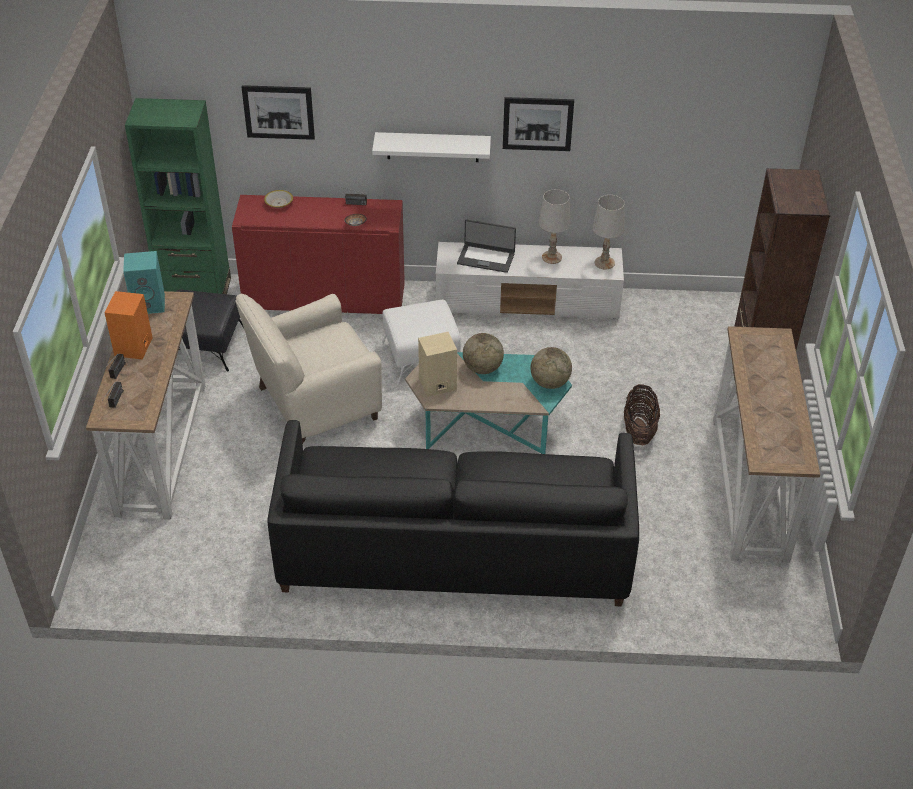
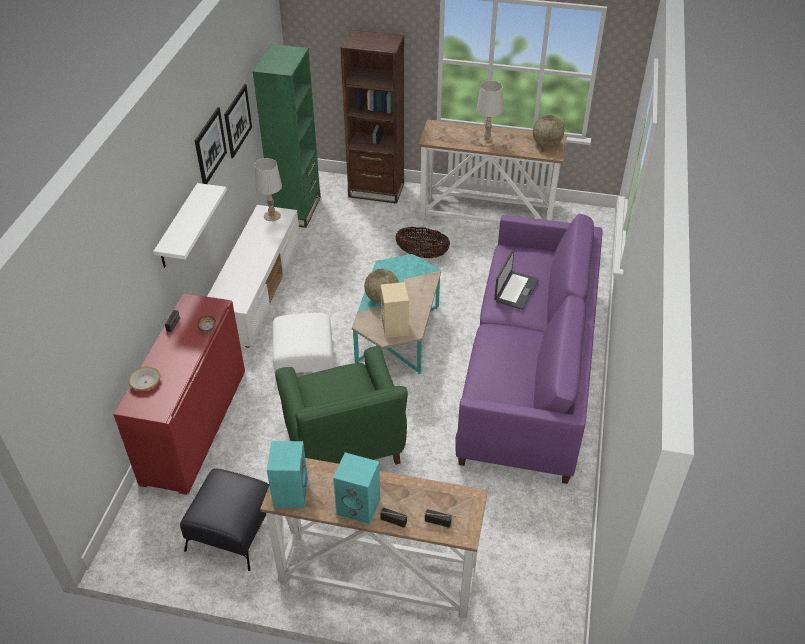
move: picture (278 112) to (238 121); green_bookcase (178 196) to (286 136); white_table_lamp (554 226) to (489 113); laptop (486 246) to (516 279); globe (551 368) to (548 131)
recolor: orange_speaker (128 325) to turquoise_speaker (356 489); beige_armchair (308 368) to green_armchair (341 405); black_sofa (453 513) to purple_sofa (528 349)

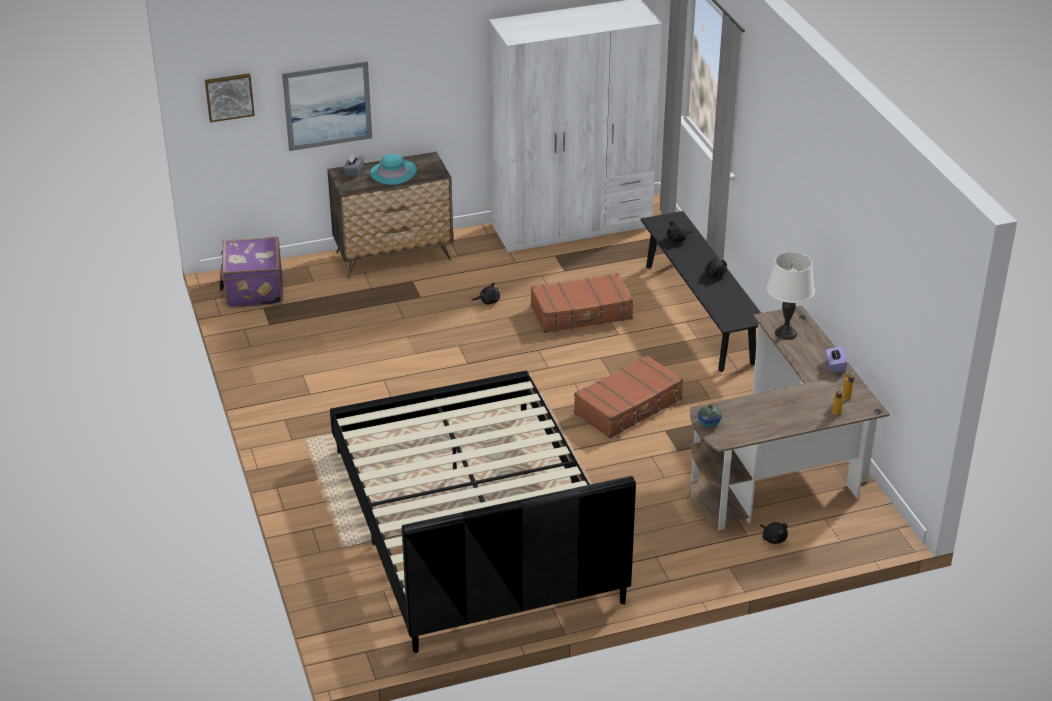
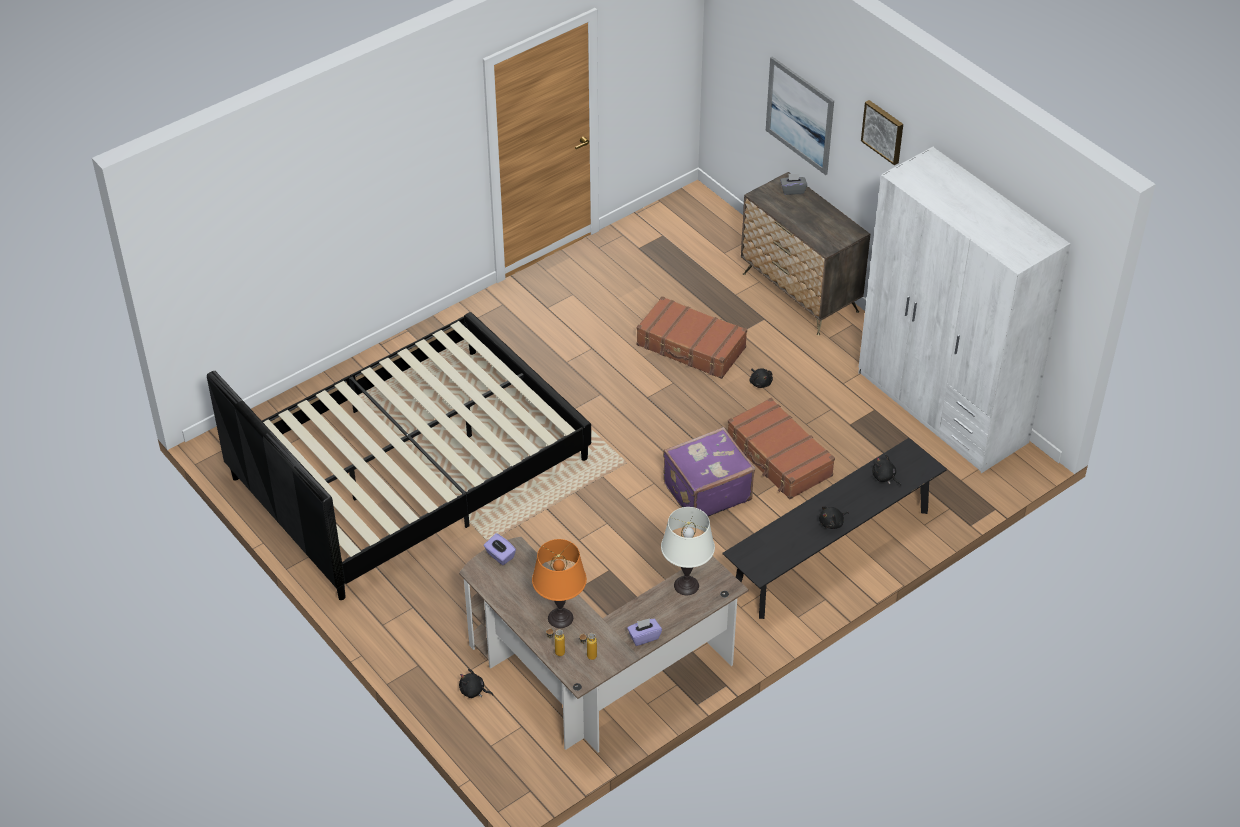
delete: turquoise_hat (393 169)
insert: orange_table_lamp (559 583)
move: picture (230 97) to (882 132); purple_suitcase (251 272) to (709 471); brown_suitcase (628 396) to (691 337)
replace: vase (710 416) to purple_tissue_box (500 549)
rotate: black_plush_toy (774 533) = (476 683) 75 degrees clockwise

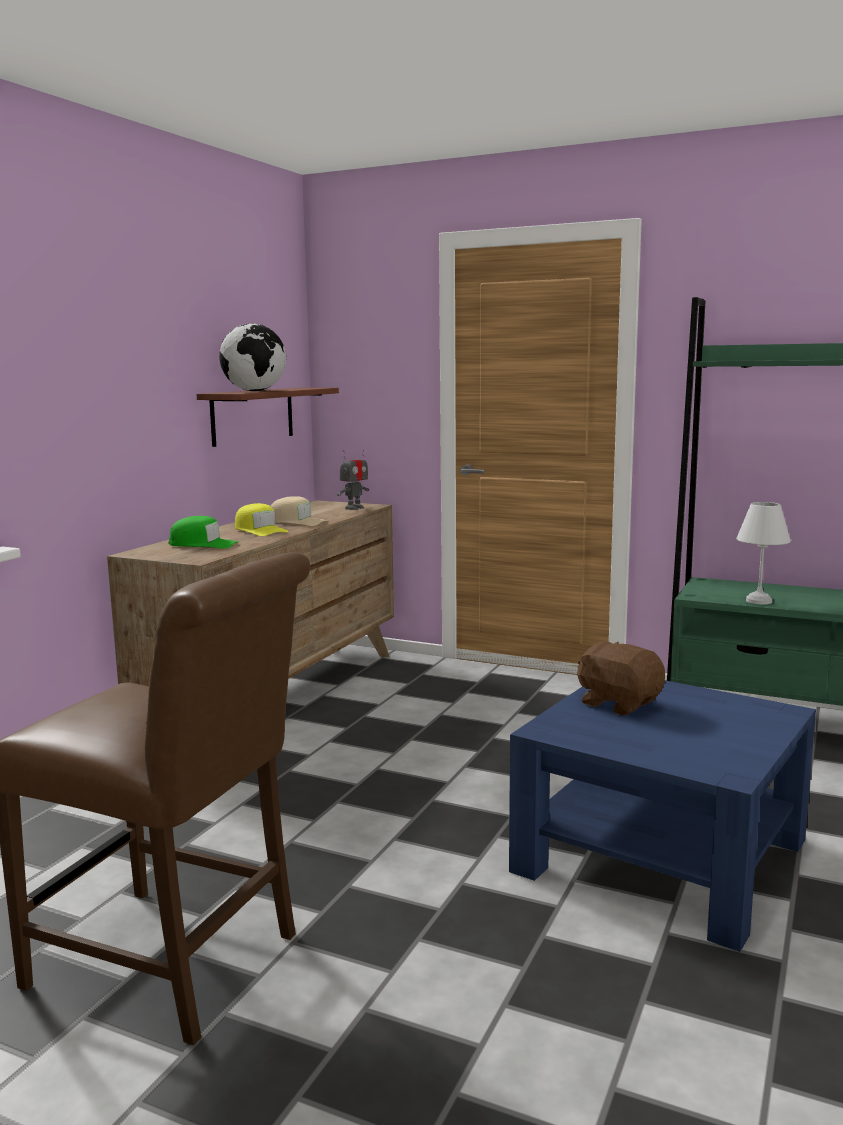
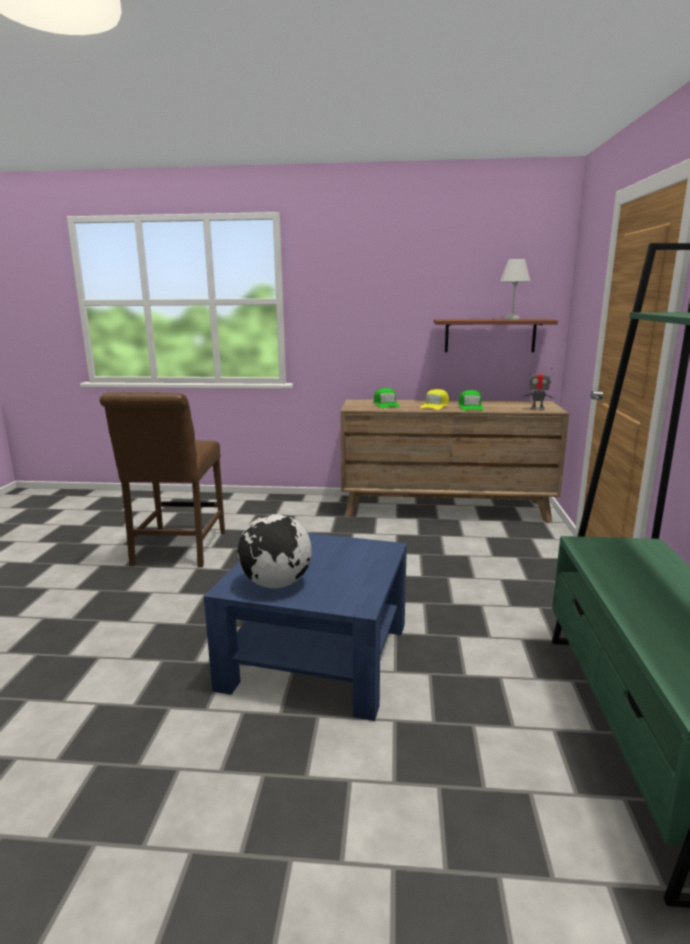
delete: brown_plush_toy (621 679)
move: globe (252 357) to (275 551); white_table_lamp (763 553) to (515 289)
recolor: beige_cap (299 511) to green_cap (471 400)

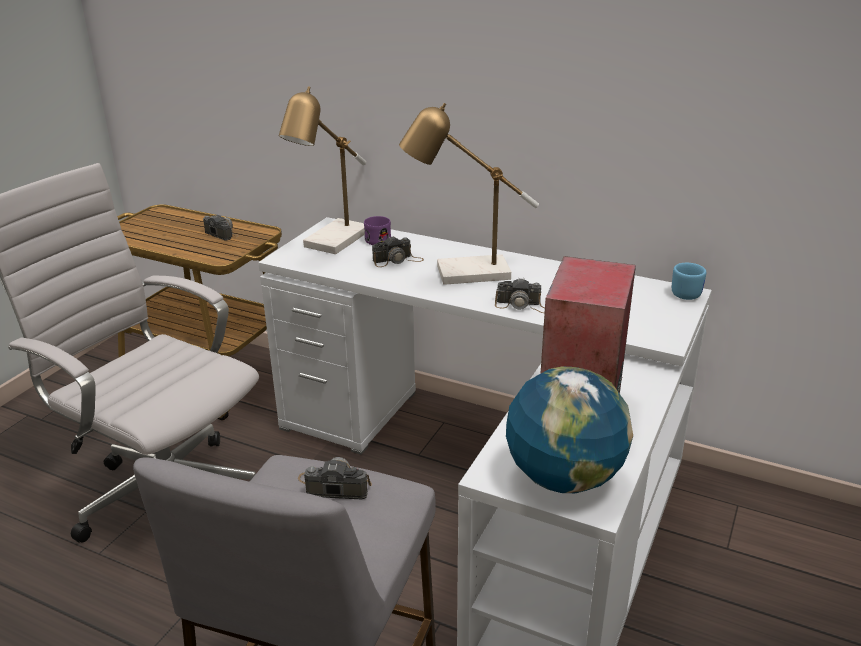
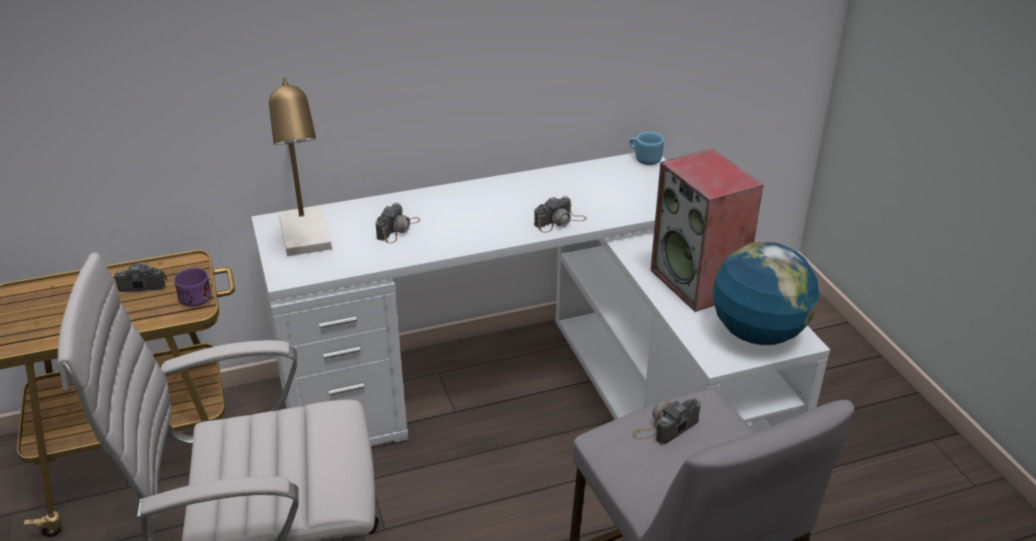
delete: table_lamp (469 194)
move: purple_mug (377 230) to (193 287)

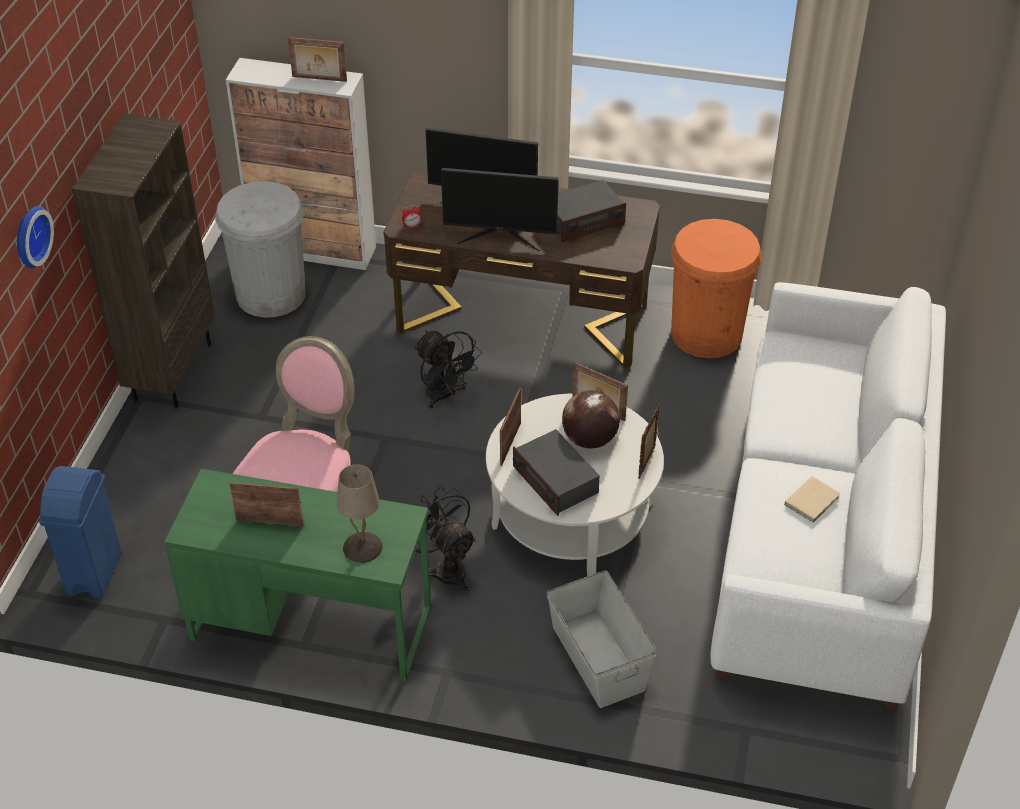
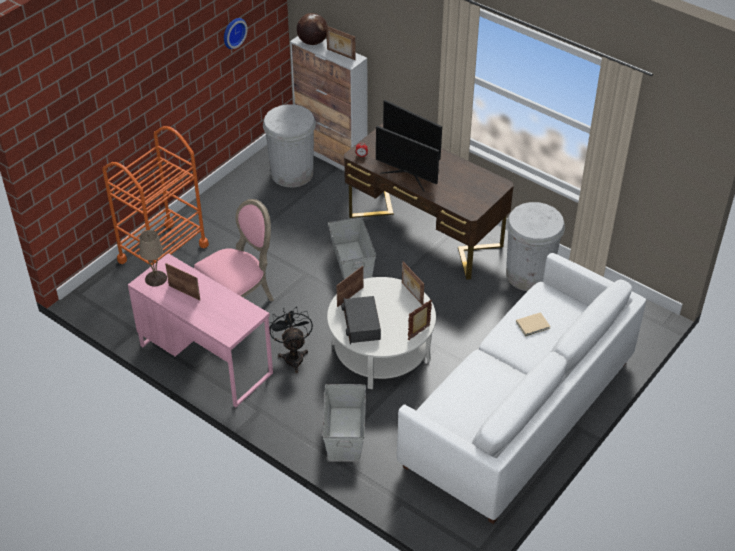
delete: brown_bookcase (143 260); radio (591 211); blue_trash_can (80 532)
insert: orange_cart (155 195)
move: wall_clock (35 237) to (236 33); globe (591 419) to (312 29); beige_table_lamp (360 513) to (153 258); beige_book (812 499) to (533 324)
replace: black_fan (448 369) to grey_storage_box (352 248)
recolor: orange_trash_can (716 288) to white_trash_can (535 246); green_desk (297 575) to pink_desk (200 330)

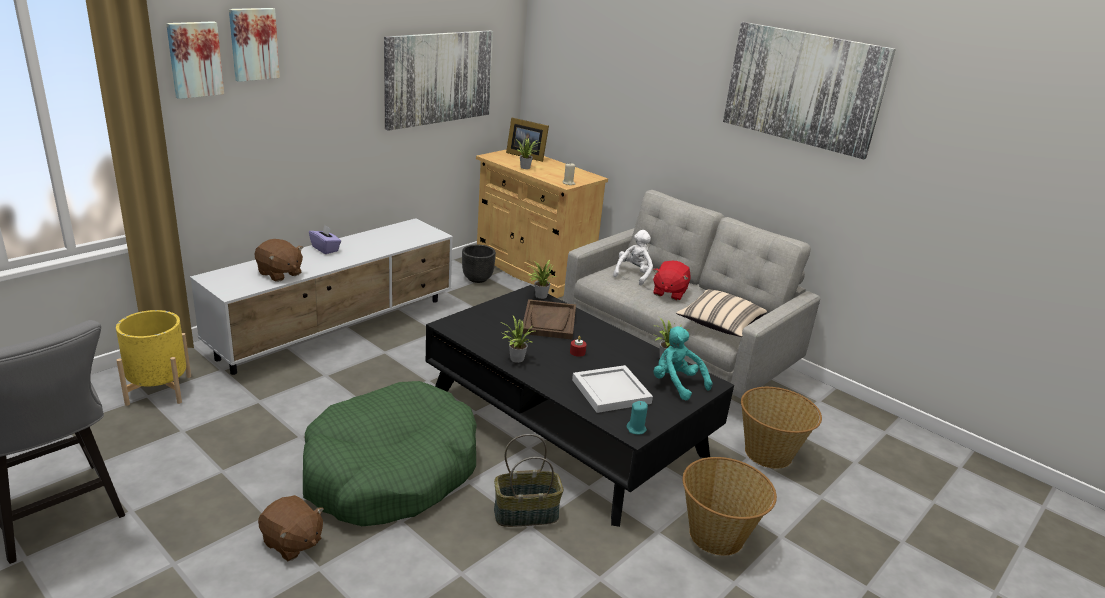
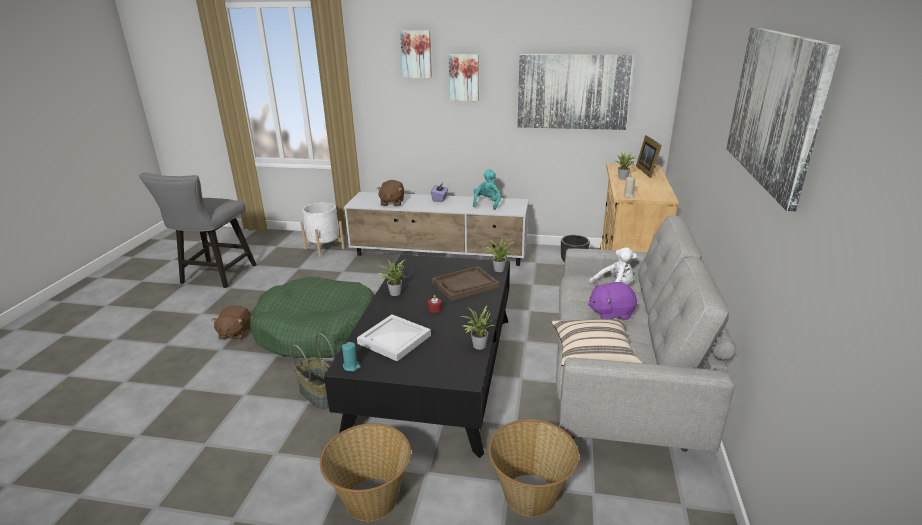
move: picture (195 60) to (464 77); turquoise_plush_toy (682 363) to (487 189)
recolor: red_plush_toy (672 280) to purple_plush_toy (612 301); yellow_planter (153 358) to white_planter (322 229)

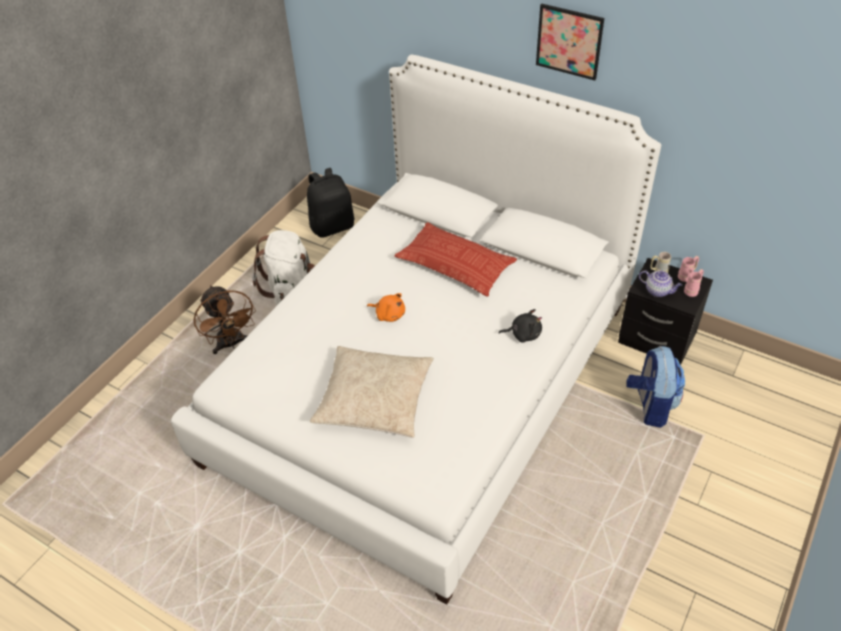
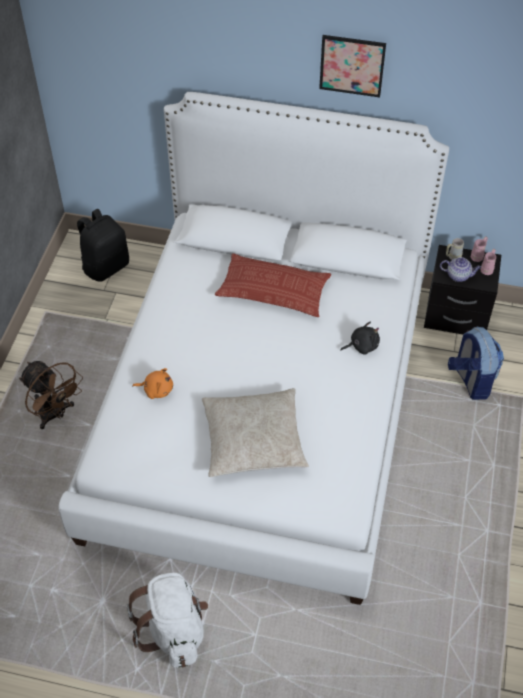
move: white_backpack (283 267) to (167 620); orange_plush_toy (386 307) to (152 383)

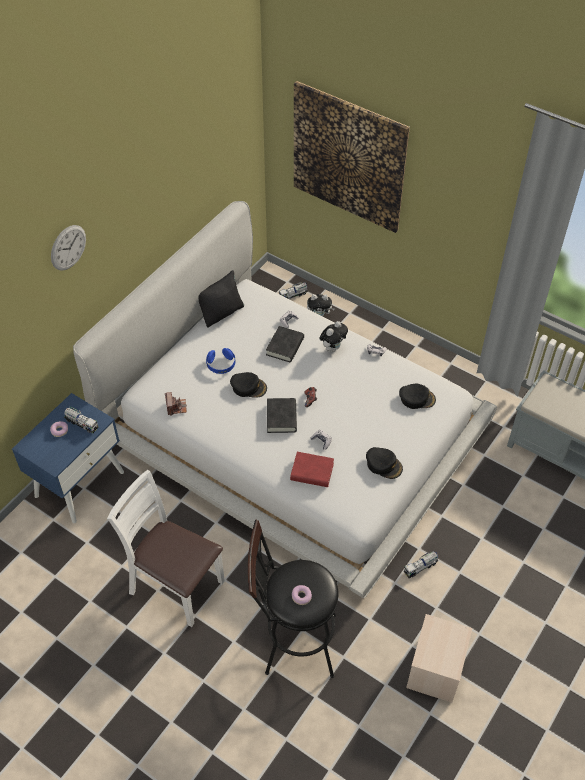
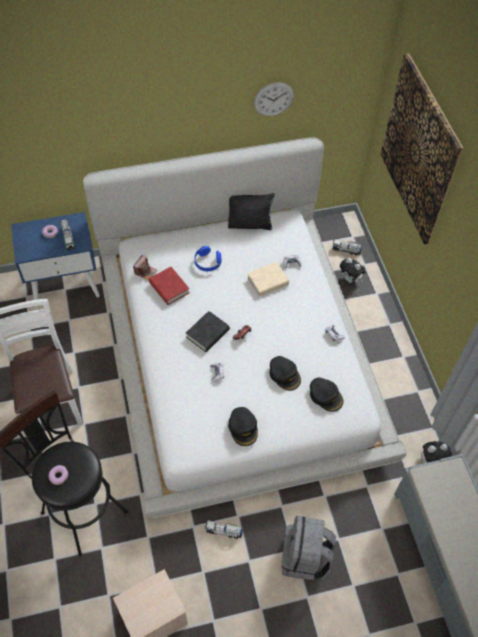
insert: grey_backpack (309 548)
move: wall_clock (68 247) to (274 99); plush_toy (334 336) to (436 452); black_cap (248 385) to (285 373); red_book (312 469) to (169 286)
recolor: black_book (285 344) to beige_book (268 279)

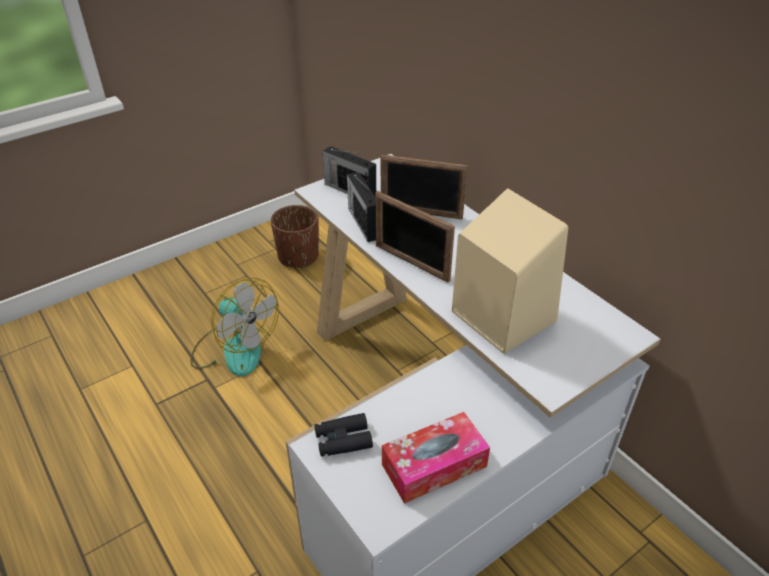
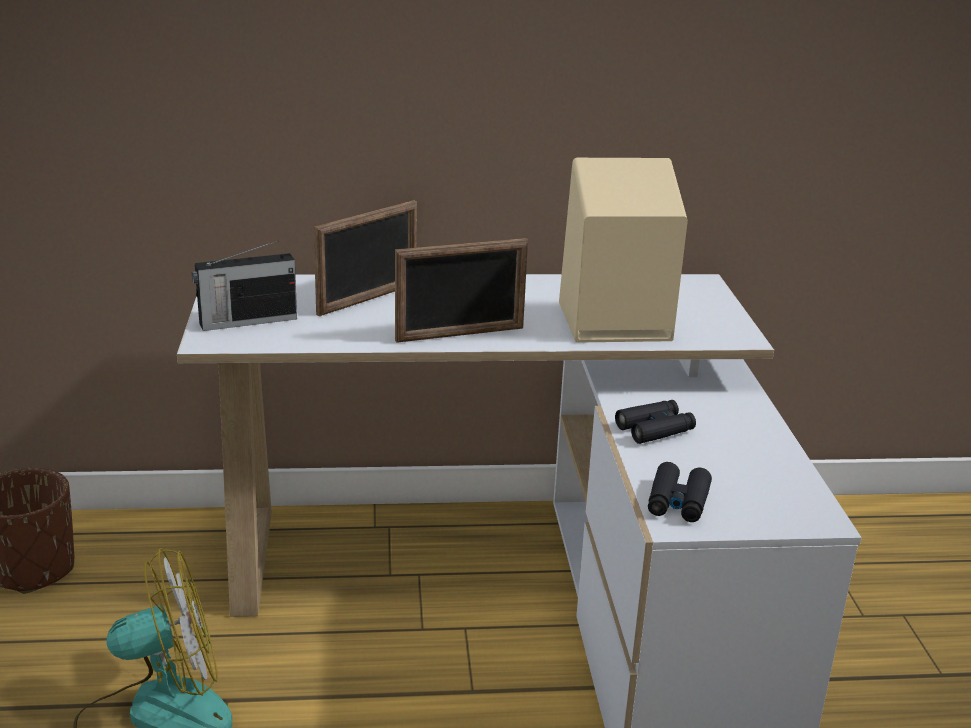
delete: radio (361 207); tissue_box (436 458)
insert: black_binoculars (655 422)

